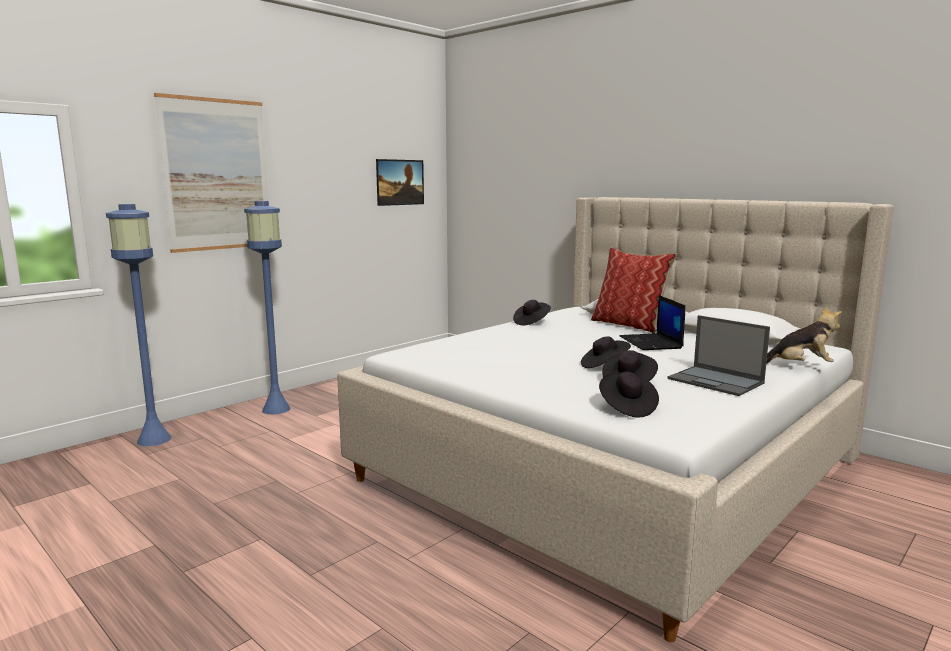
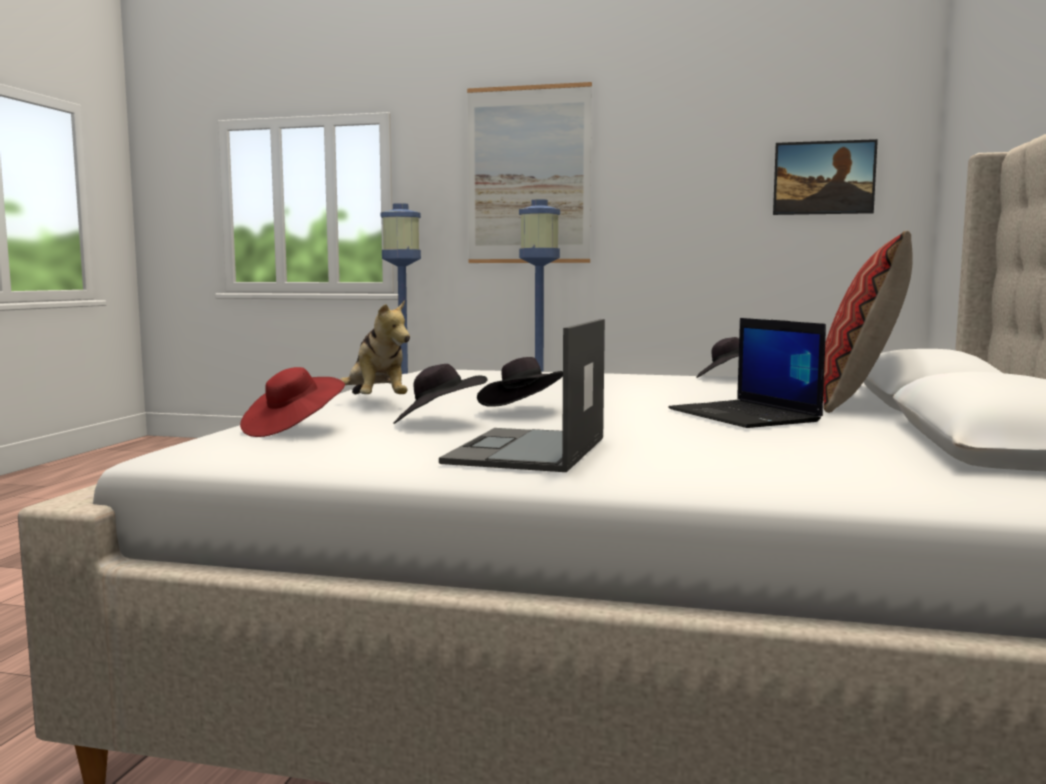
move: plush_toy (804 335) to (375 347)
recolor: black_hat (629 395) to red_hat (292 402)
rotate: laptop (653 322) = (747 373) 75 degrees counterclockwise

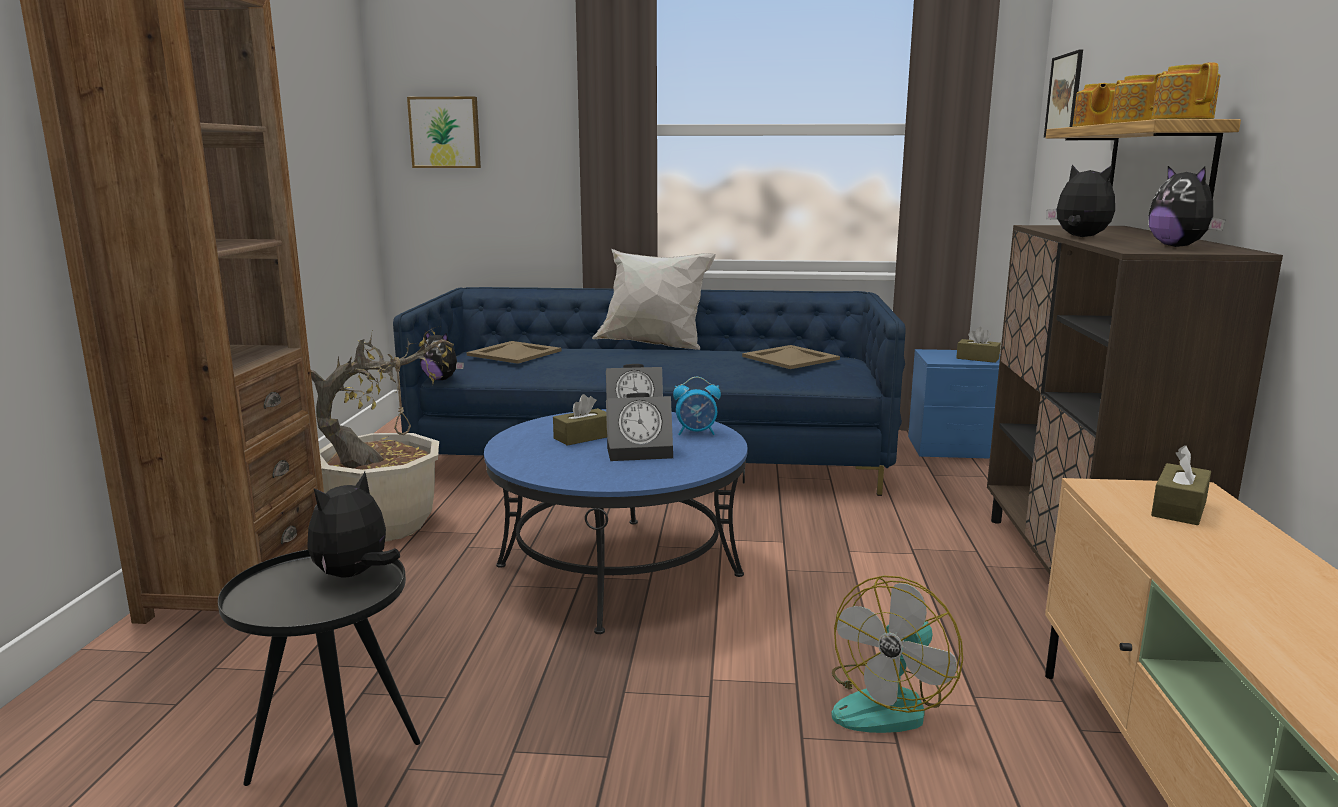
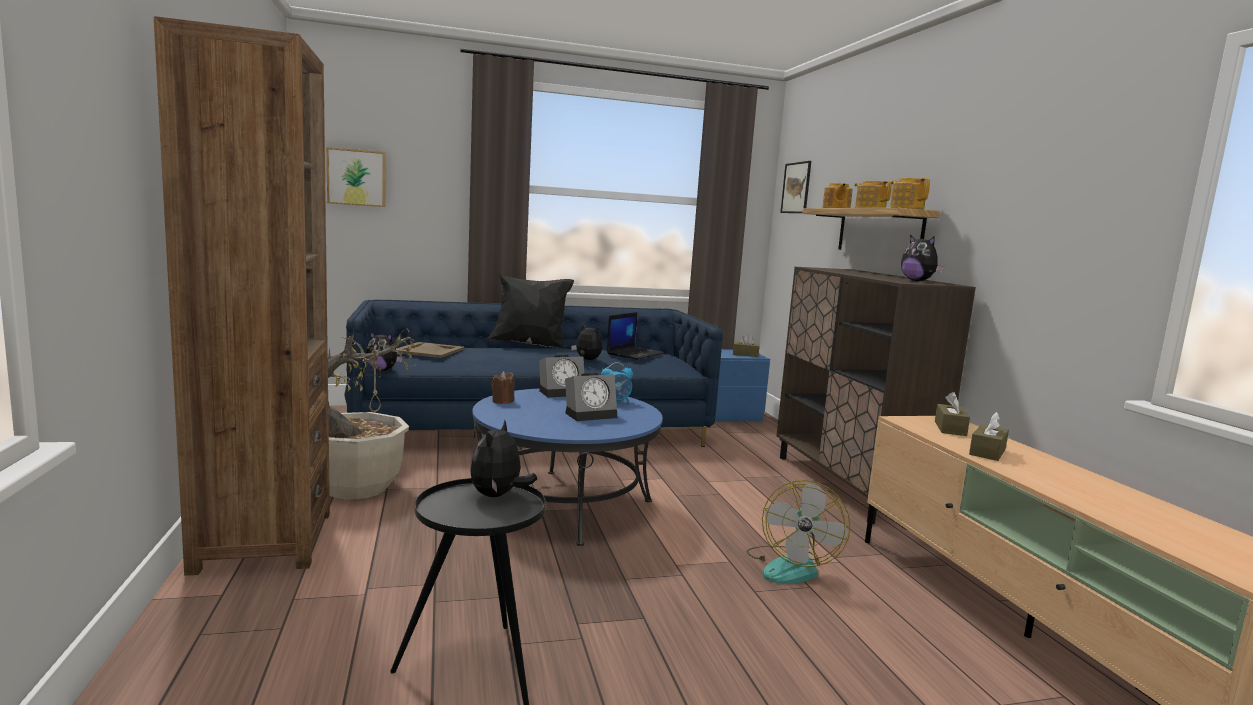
insert: brown_candle (503 387)
move: plush_toy (1080 201) to (586 342); brown_tissue_box (580 420) to (989 436)
replace: beige_tray (791 357) to laptop (635 336)
recolor: white_pillow (654 299) to black_pillow (530 311)

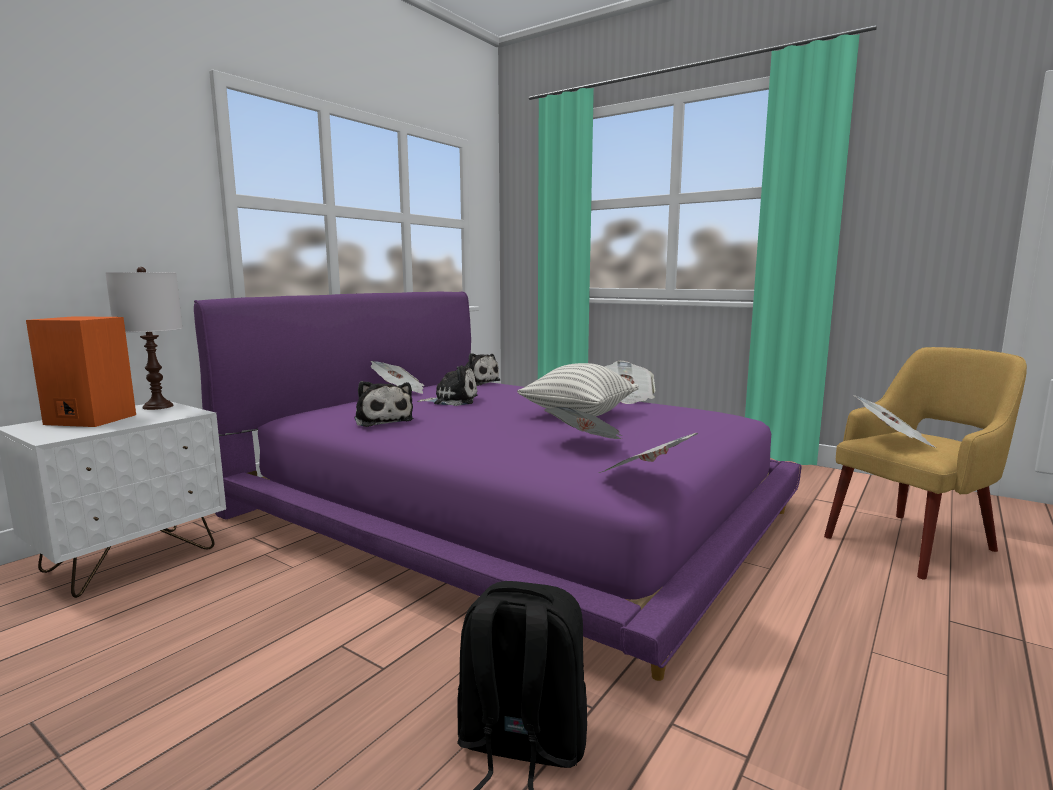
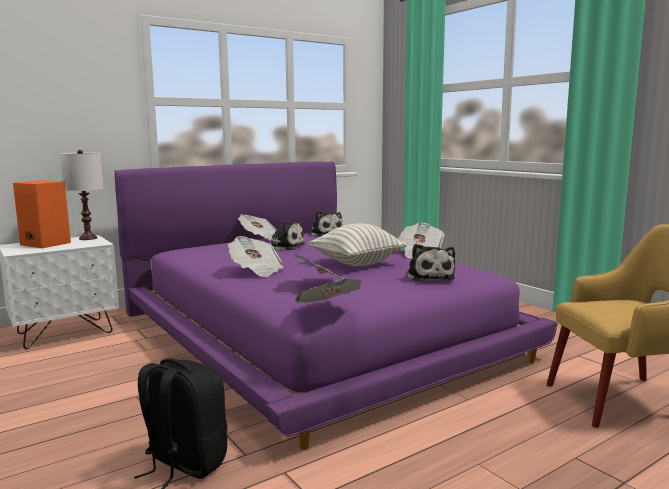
move: plush_toy (383 404) to (430 263); newspaper (894 421) to (256 256)

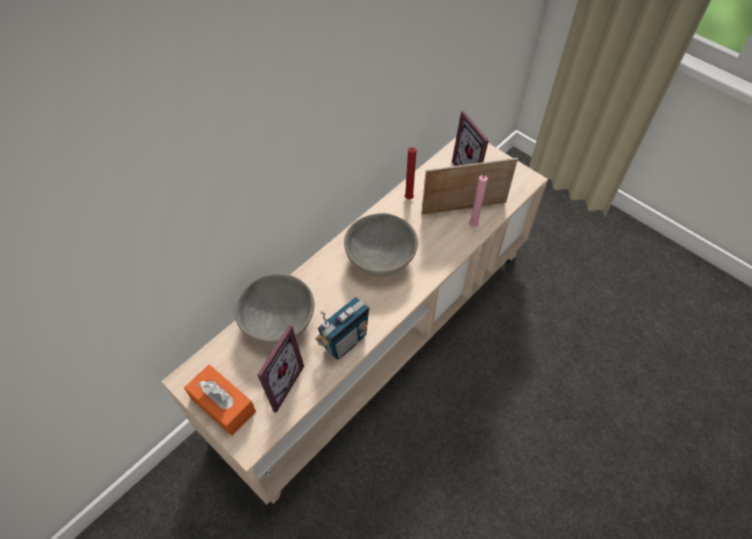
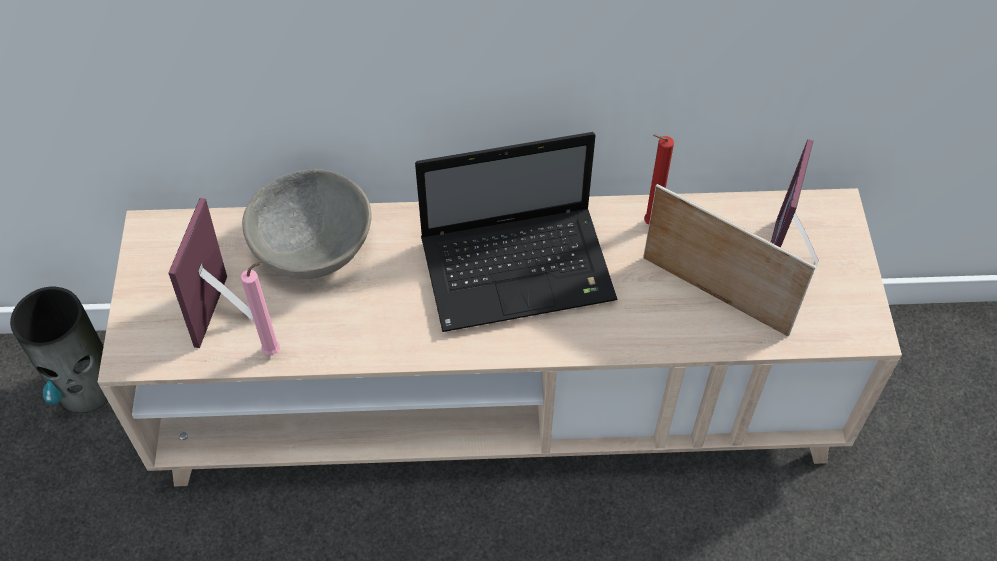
delete: radio (342 328); orange_tissue_box (220 400)
insert: vase (59 350)
move: pink_candle (478 196) to (260 308)
replace: grey_bowl (381 245) to laptop (516 232)
rotate: picture_frame (280 369) = (211 273) 120 degrees clockwise

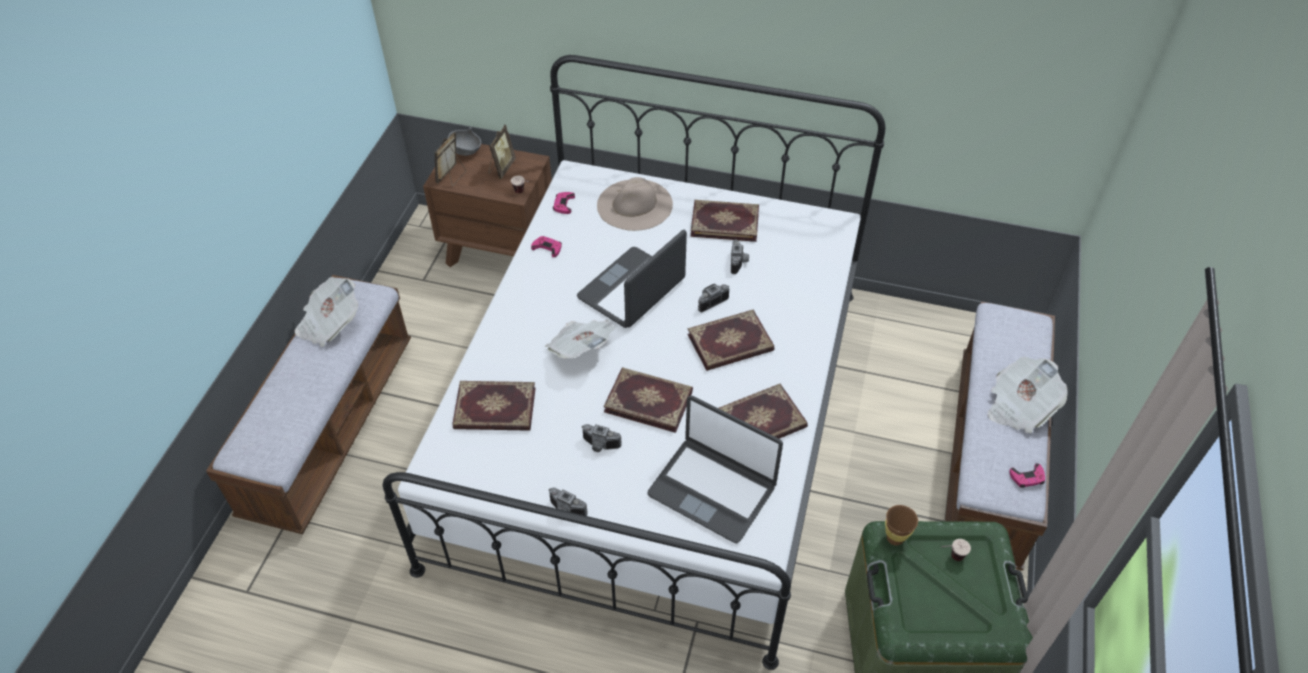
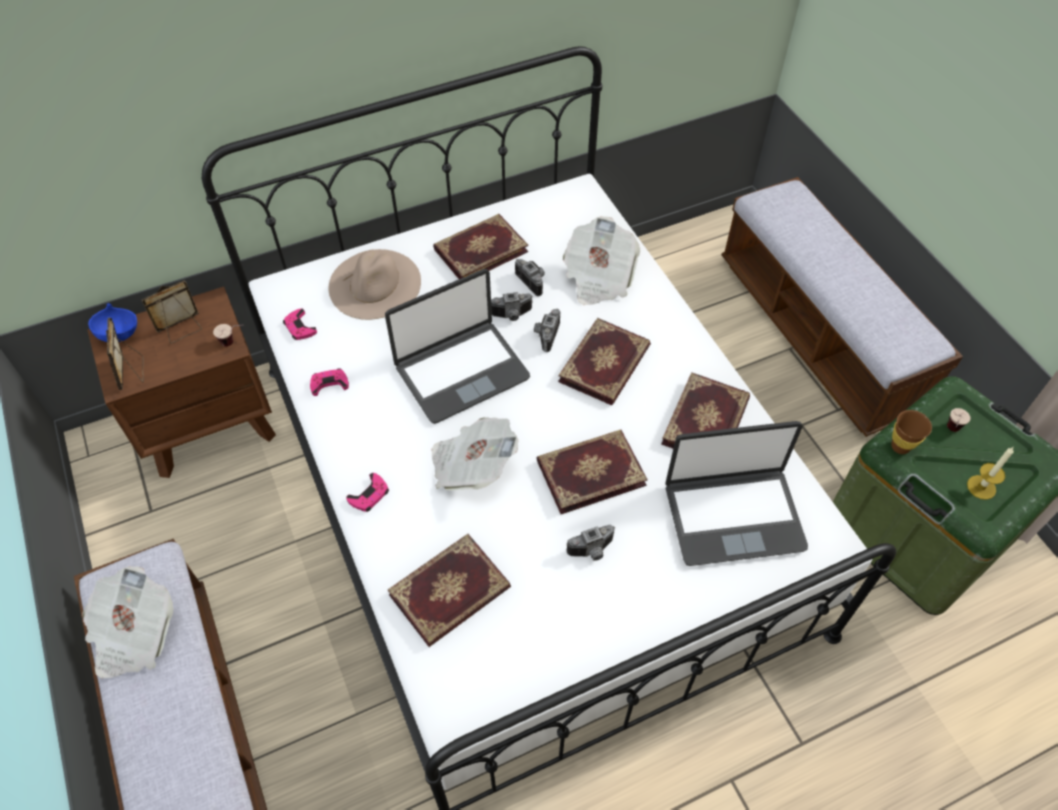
insert: candle (990 473)
move: newspaper (1028 395) to (601 260); pink_game_controller (1027 475) to (367 492); photo_camera (568 502) to (512 306)
recolor: grey_bowl (464 141) to blue_bowl (112 322)
rotate: picture_frame (502 152) = (172 311) 105 degrees counterclockwise; laptop (632 278) = (457 346) 120 degrees counterclockwise

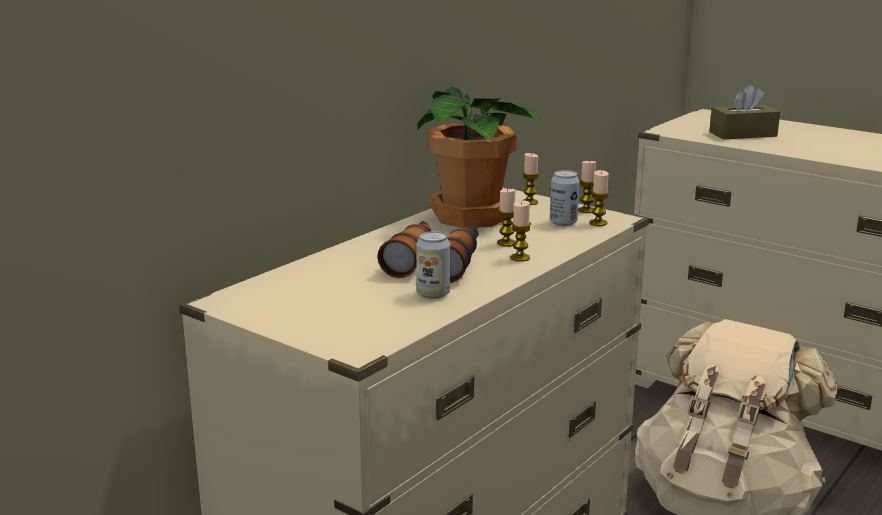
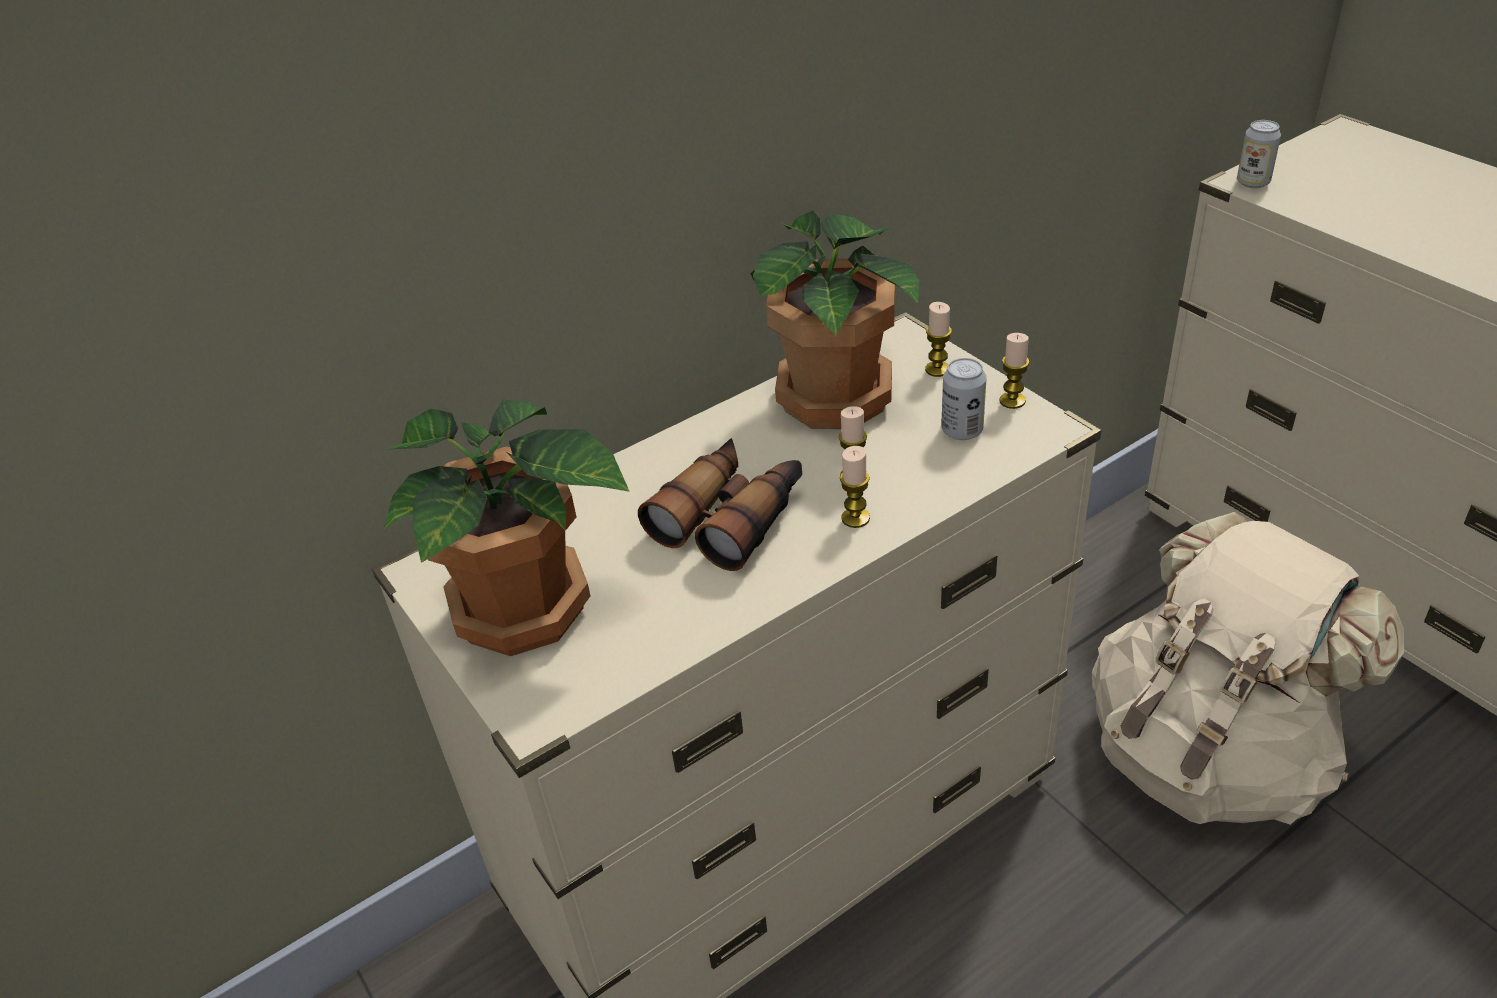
delete: brown_tissue_box (744 112); candle (599 198)
insert: potted_plant (507 527)
move: can (433 265) to (1259 154)

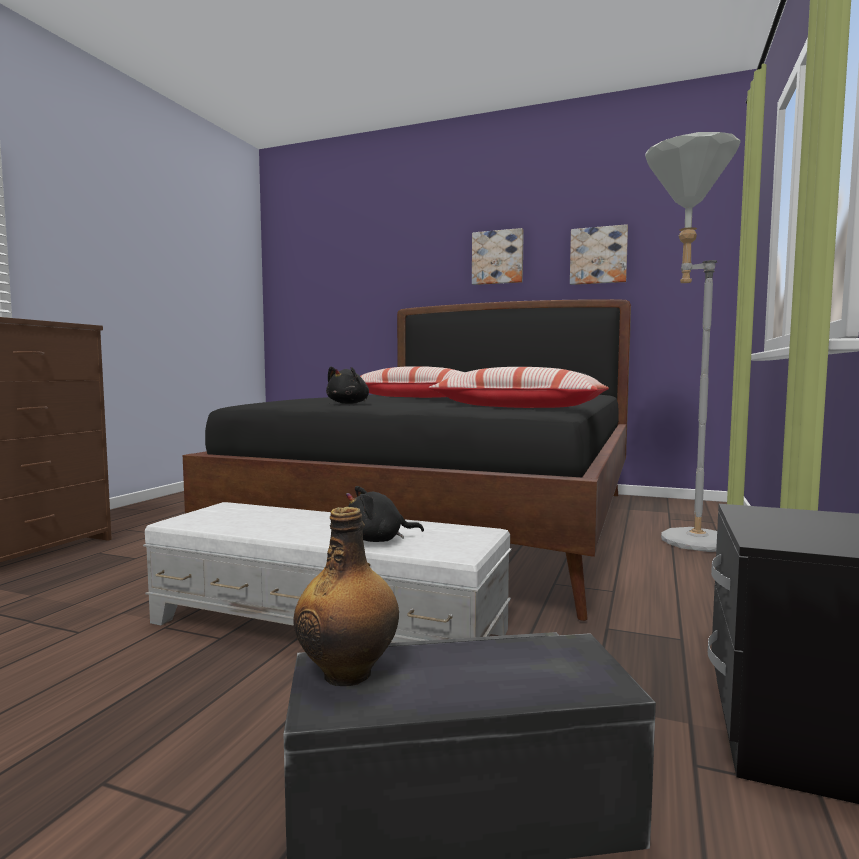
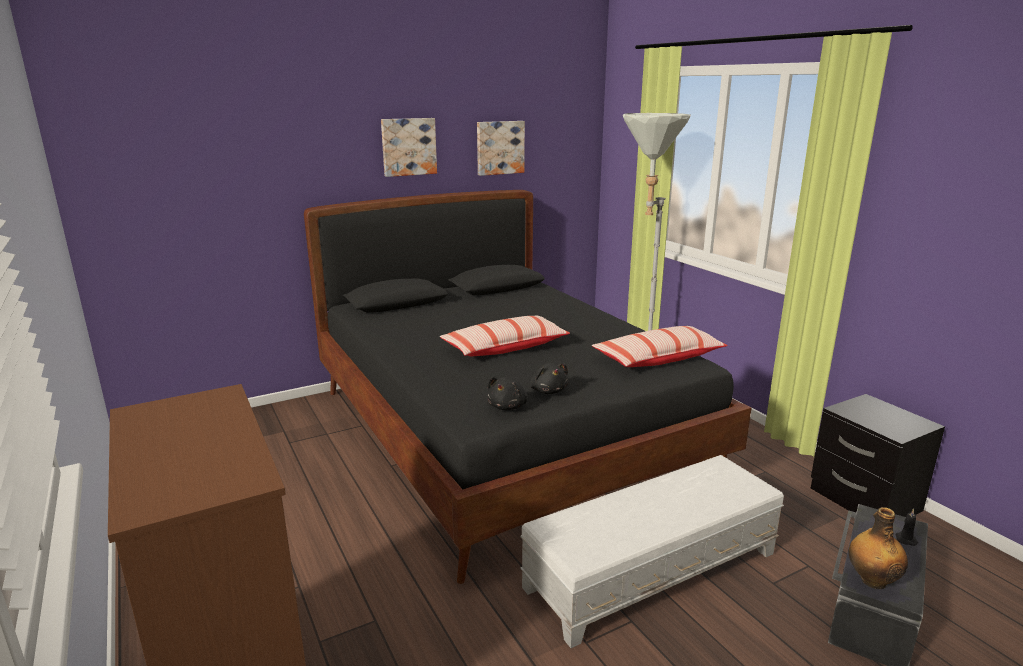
insert: black_candle (907 527)
move: black_plush_toy (385 514) to (507 393)

